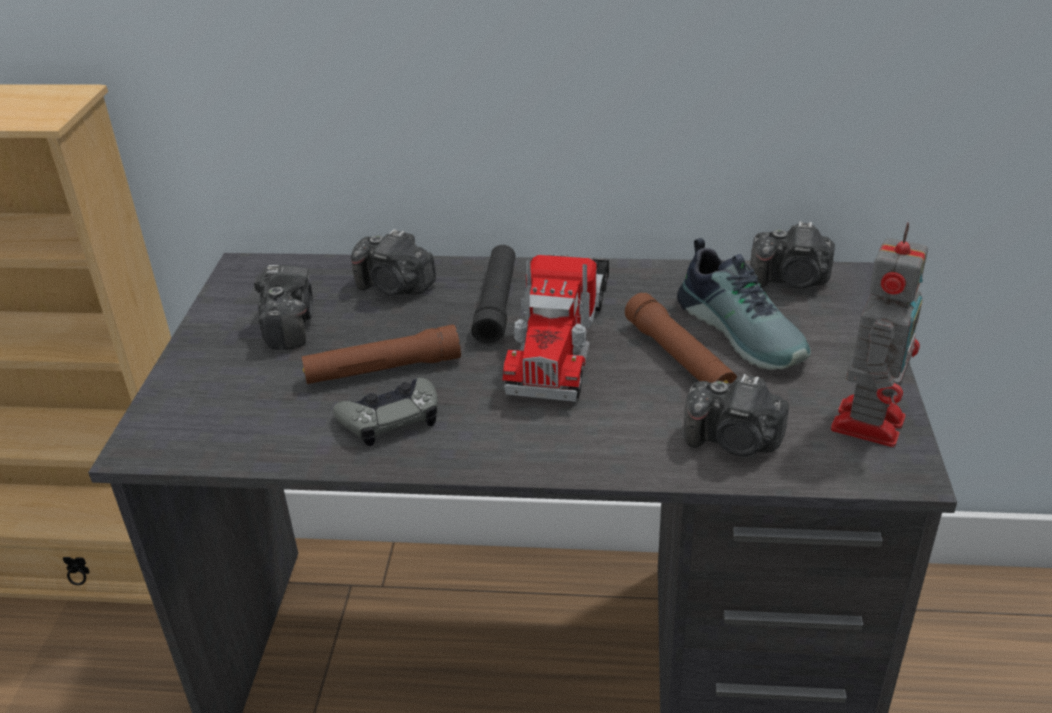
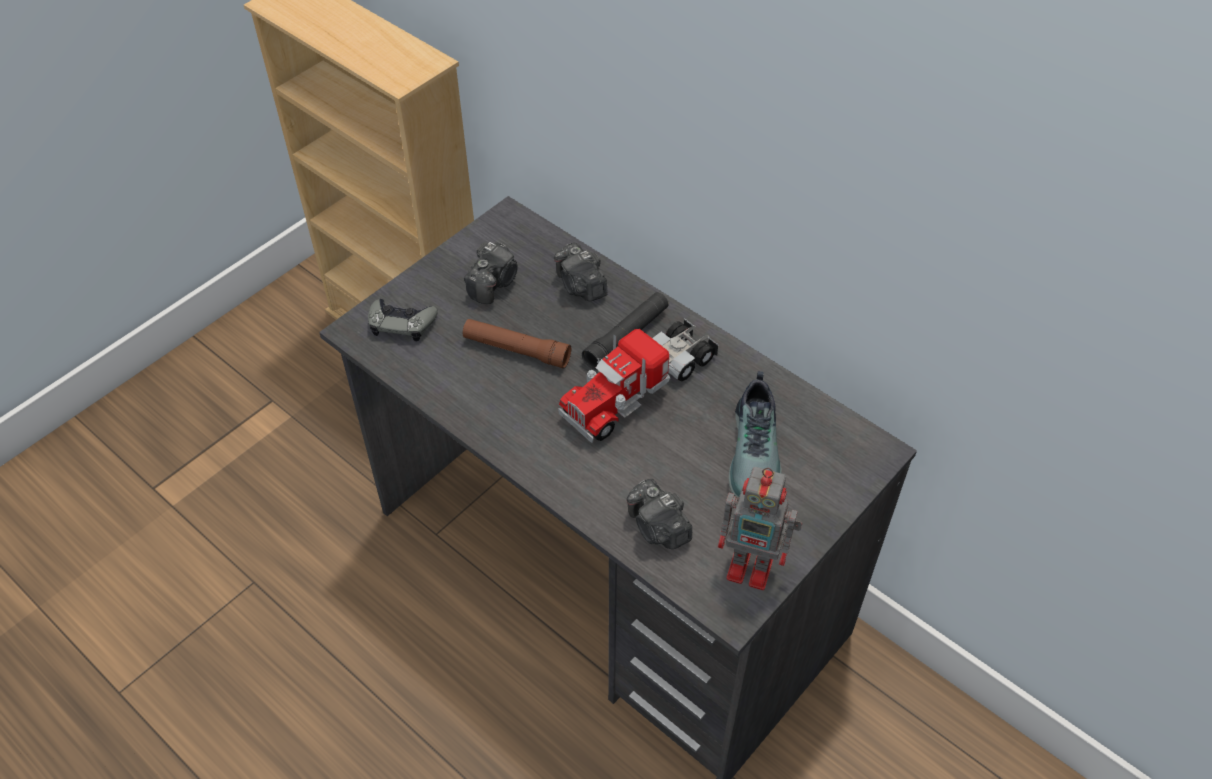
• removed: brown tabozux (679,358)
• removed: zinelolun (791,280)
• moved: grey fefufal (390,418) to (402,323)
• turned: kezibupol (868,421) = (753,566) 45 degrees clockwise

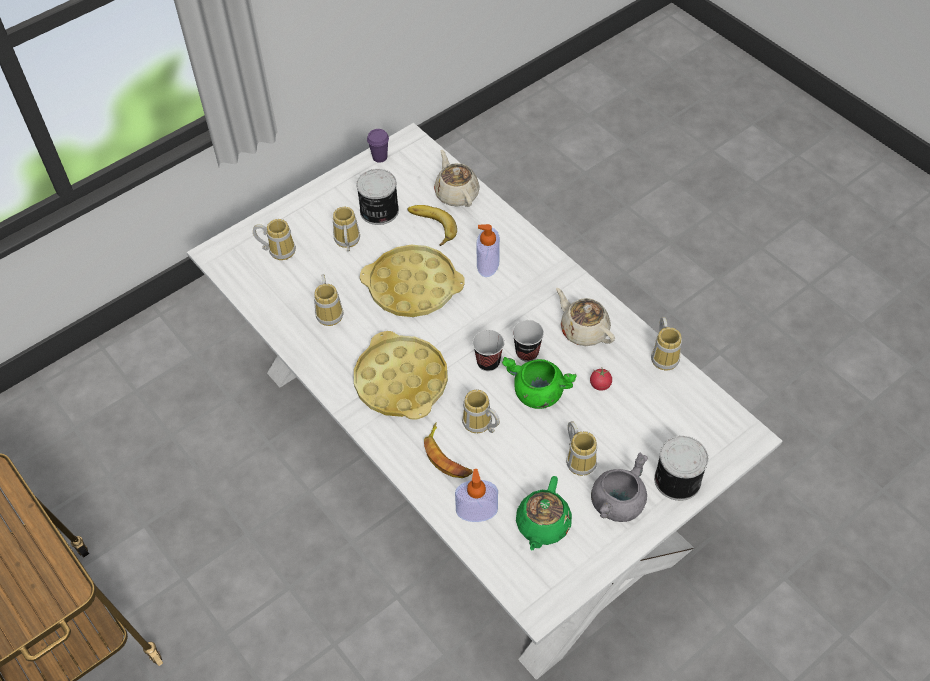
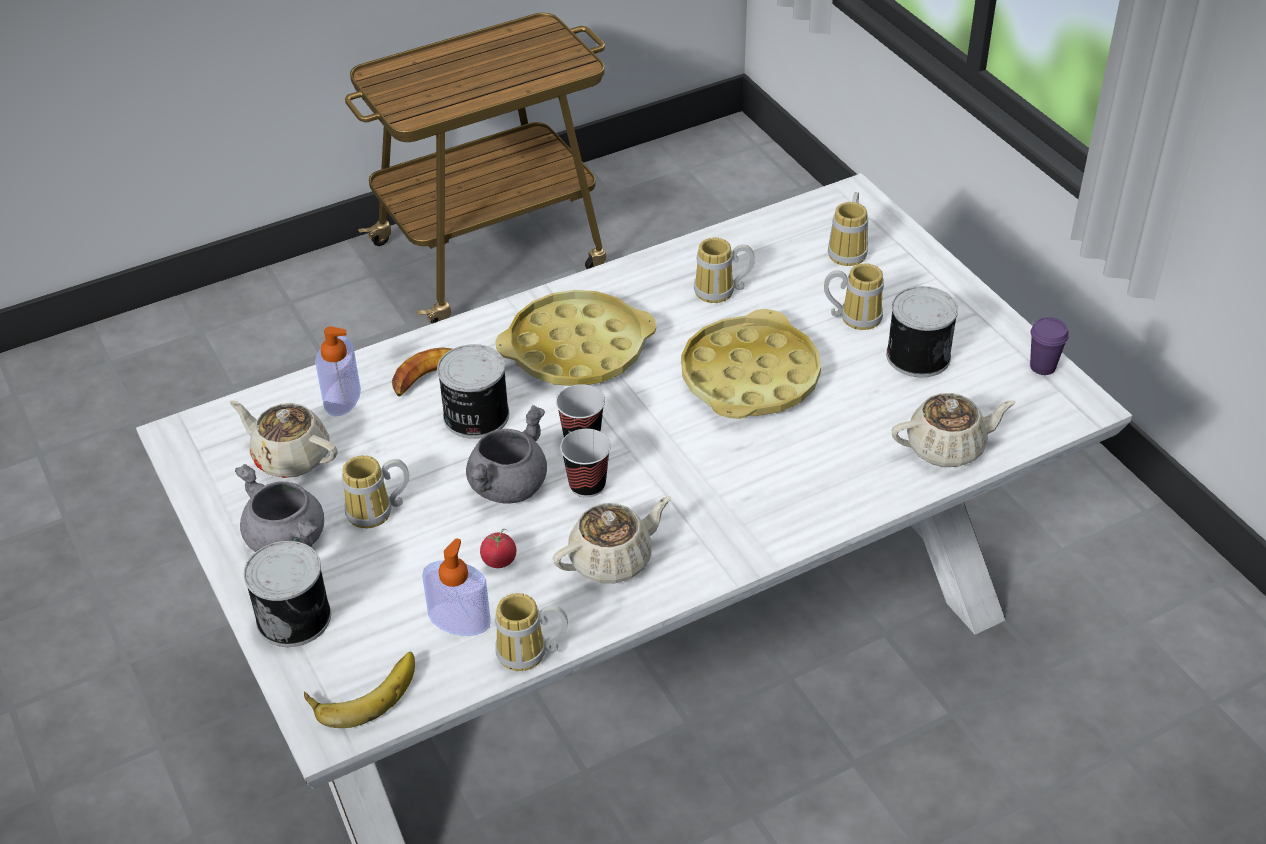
• moved: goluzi (430,227) to (363,690)
• moved: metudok (488,264) to (459,619)
• replaced: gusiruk (479,425) to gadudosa (475,416)
• recoloured: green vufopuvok (537,393) to grey vufopuvok (508,485)
• recoloured: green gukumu (542,525) to beige gukumu (290,457)

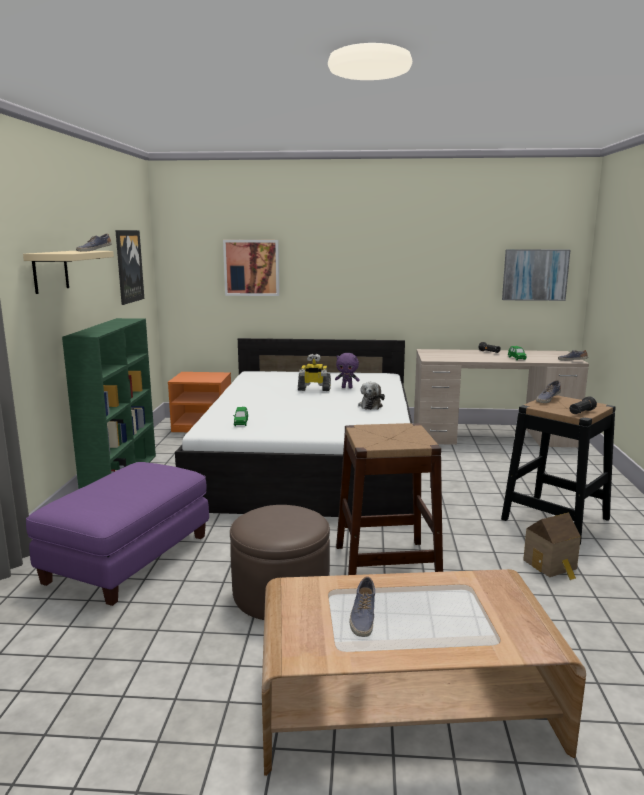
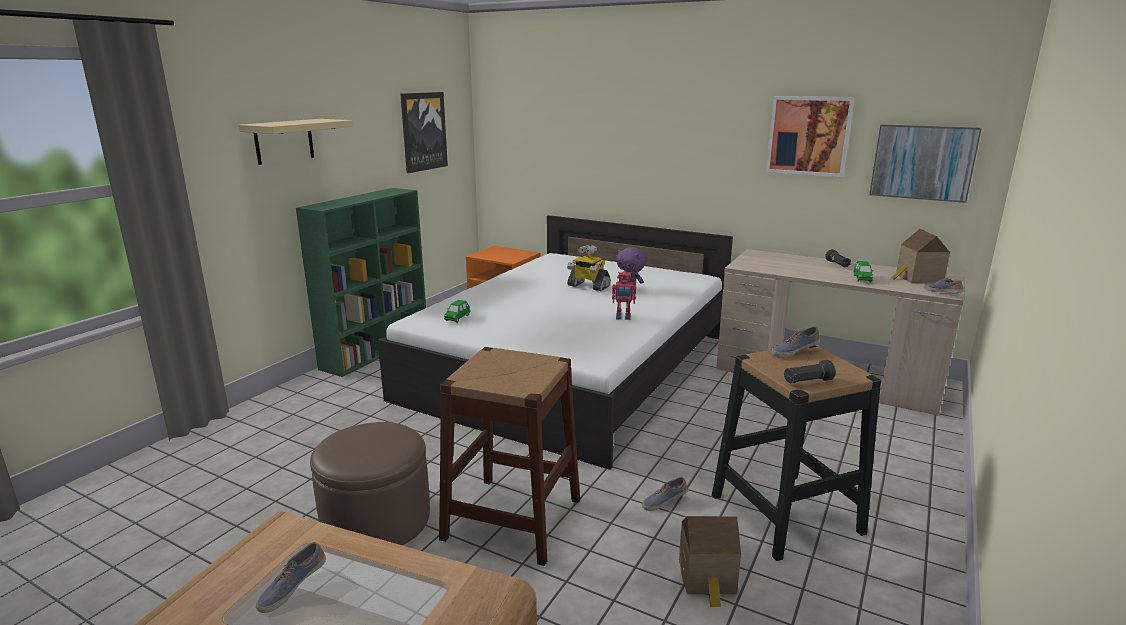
• removed: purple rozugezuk (129,558)
• added: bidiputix (917,279)
• moved: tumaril (94,251) to (663,501)
• moved: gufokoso (251,267) to (808,136)
• replaced: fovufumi (370,405) to kezibupol (623,317)

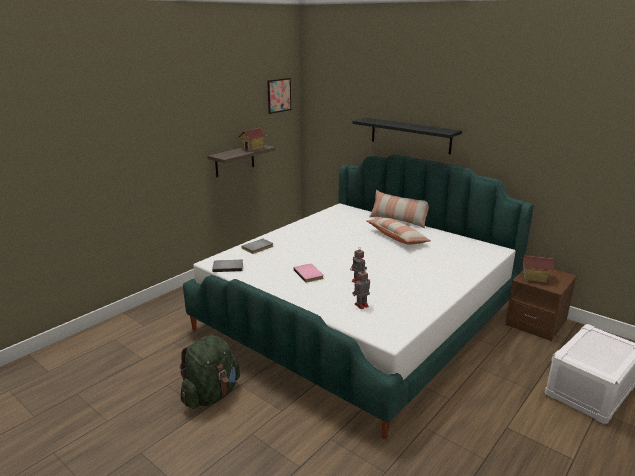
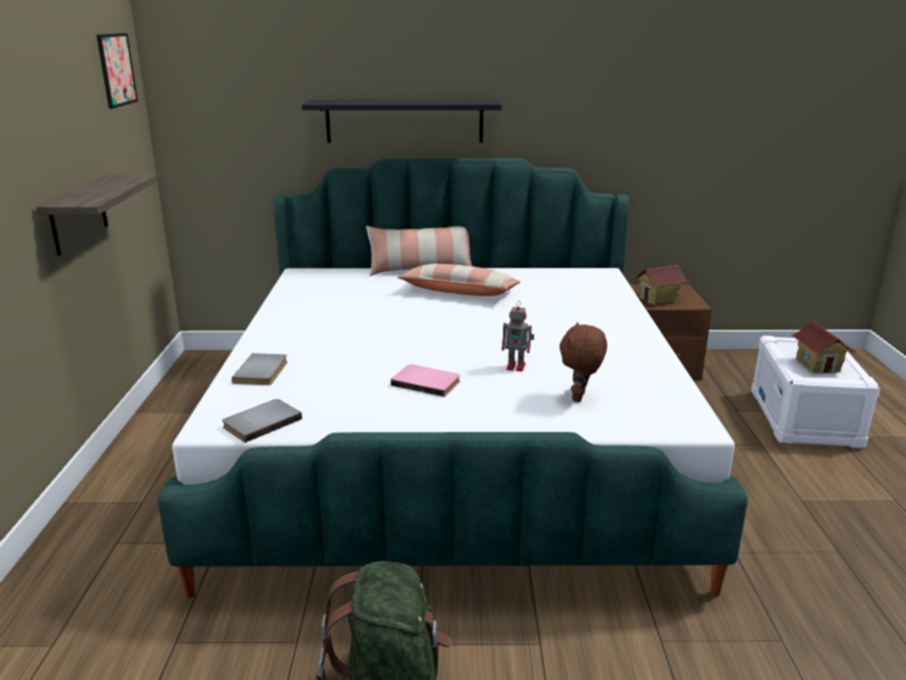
• moved: bidiputix (252,148) to (818,365)
• replaced: kezibupol (360,305) to brown fovufumi (580,397)

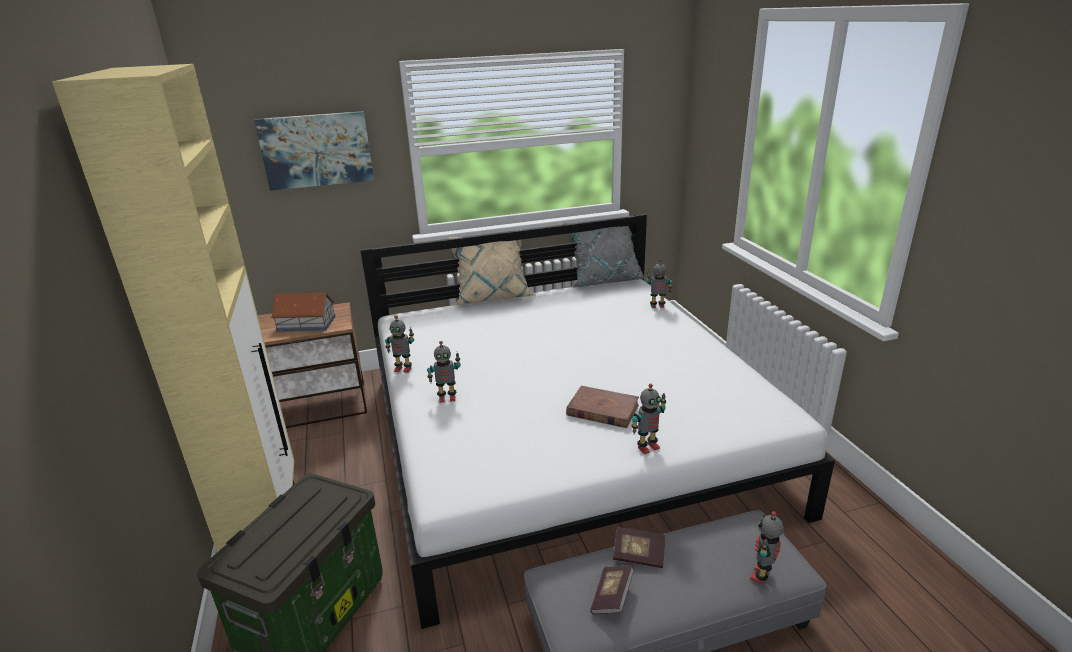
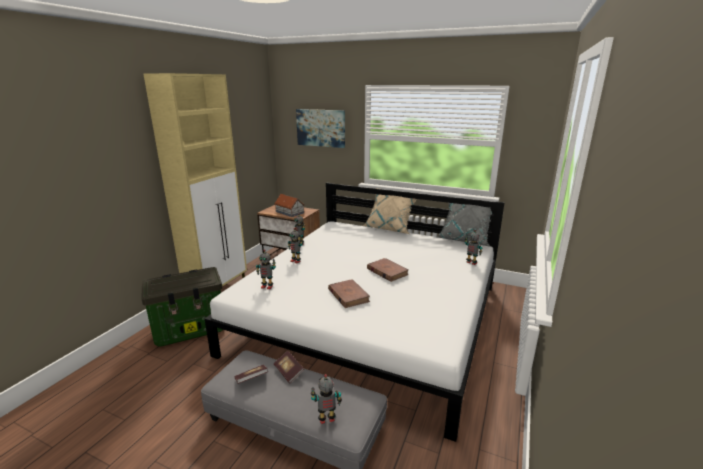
• added: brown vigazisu (387,271)
• moved: kezibupol (647,447) to (267,286)

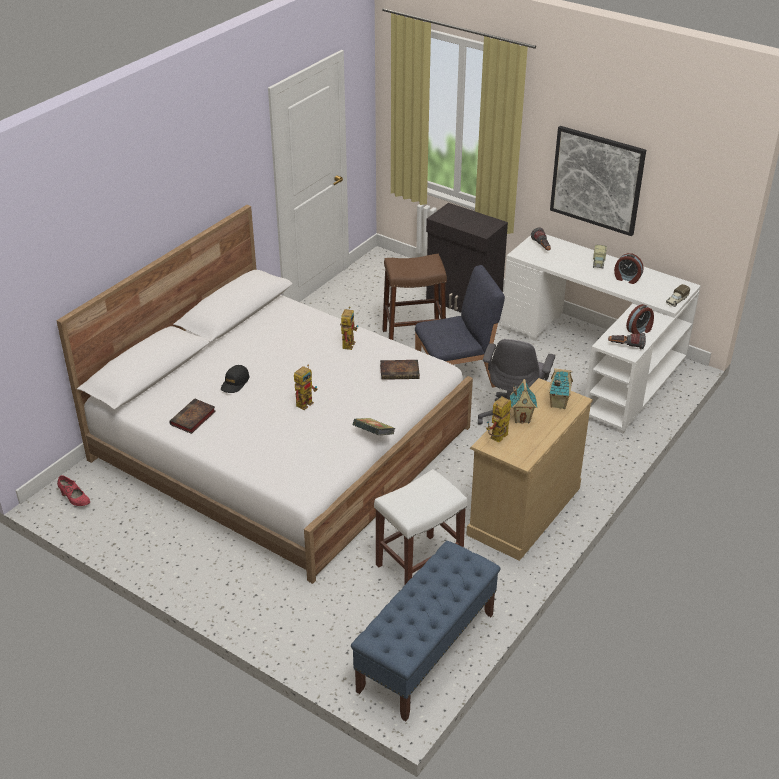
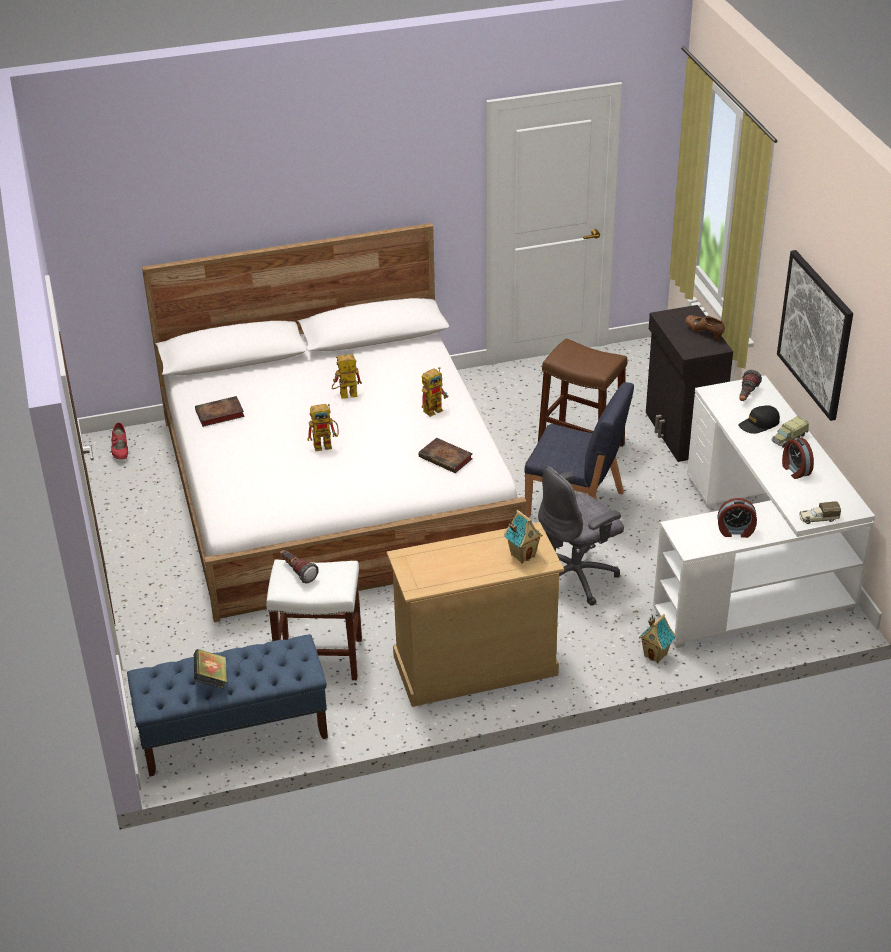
• added: brown tumaril (704,333)
• moved: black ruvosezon (235,383) to (759,424)
• moved: vigazisu (374,435) to (211,679)
• moved: kezibupol (498,439) to (344,396)
• moved: bidiputix (522,418) to (656,655)
• moved: tabozux (625,346) to (297,572)

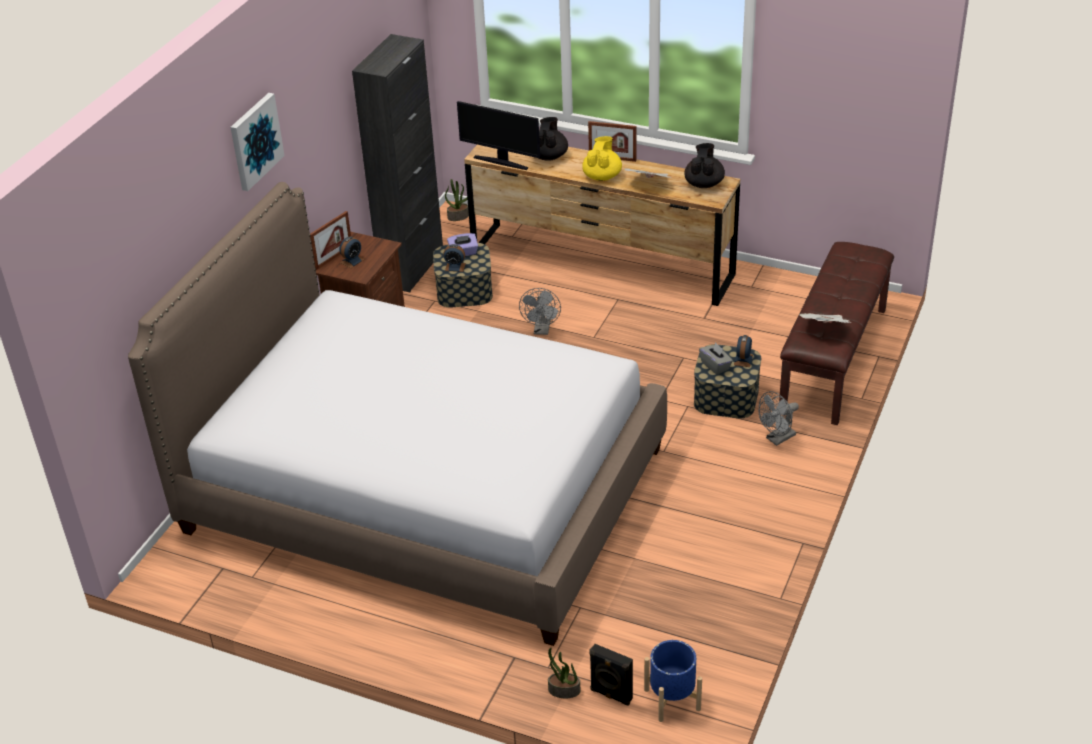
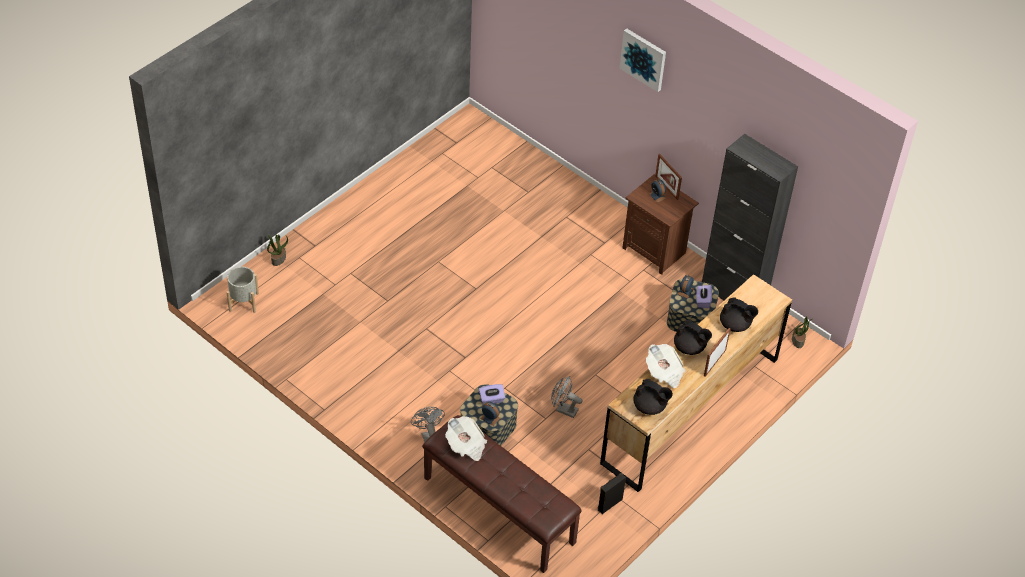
• removed: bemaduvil (424,490)
• removed: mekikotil (501,162)
• moved: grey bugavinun (542,330) to (563,409)
• moved: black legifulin (610,695) to (609,504)
• recoloured: yellow gukumu (602,176) to black gukumu (690,348)
• recoloured: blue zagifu (672,699) to grey zagifu (244,301)
• recoloured: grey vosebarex (715,366) to purple vosebarex (491,399)

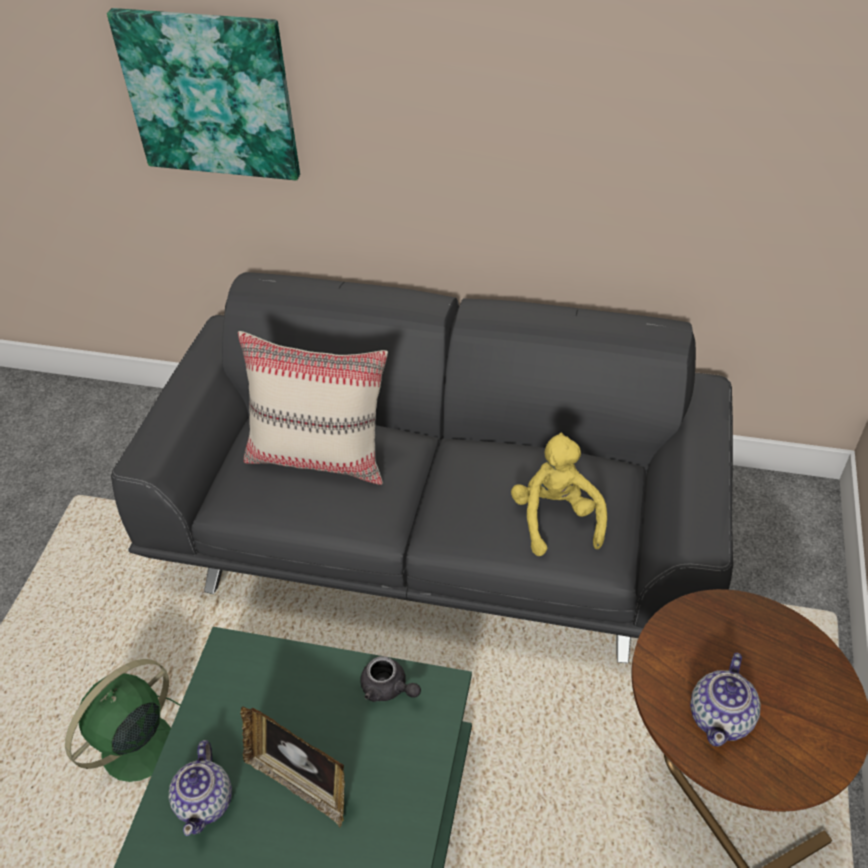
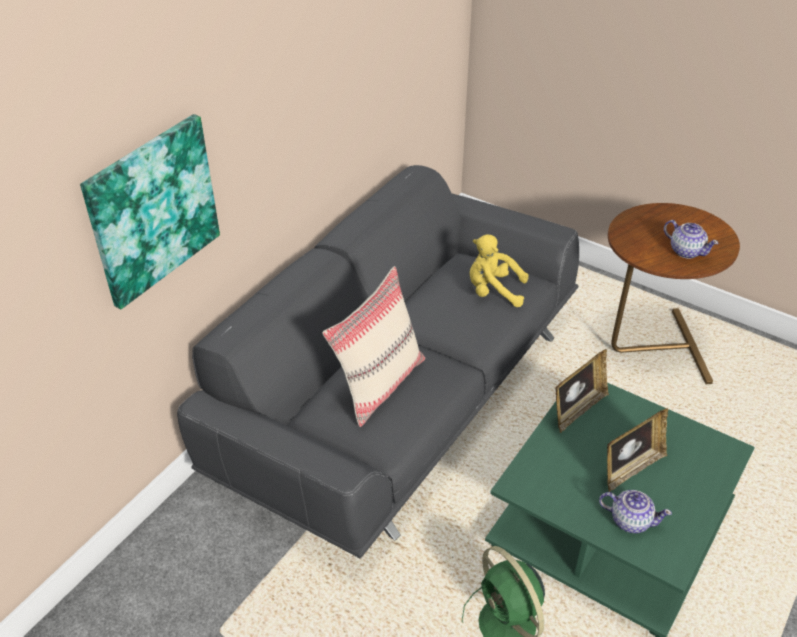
• replaced: grey gukumu (388,688) to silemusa (577,409)

